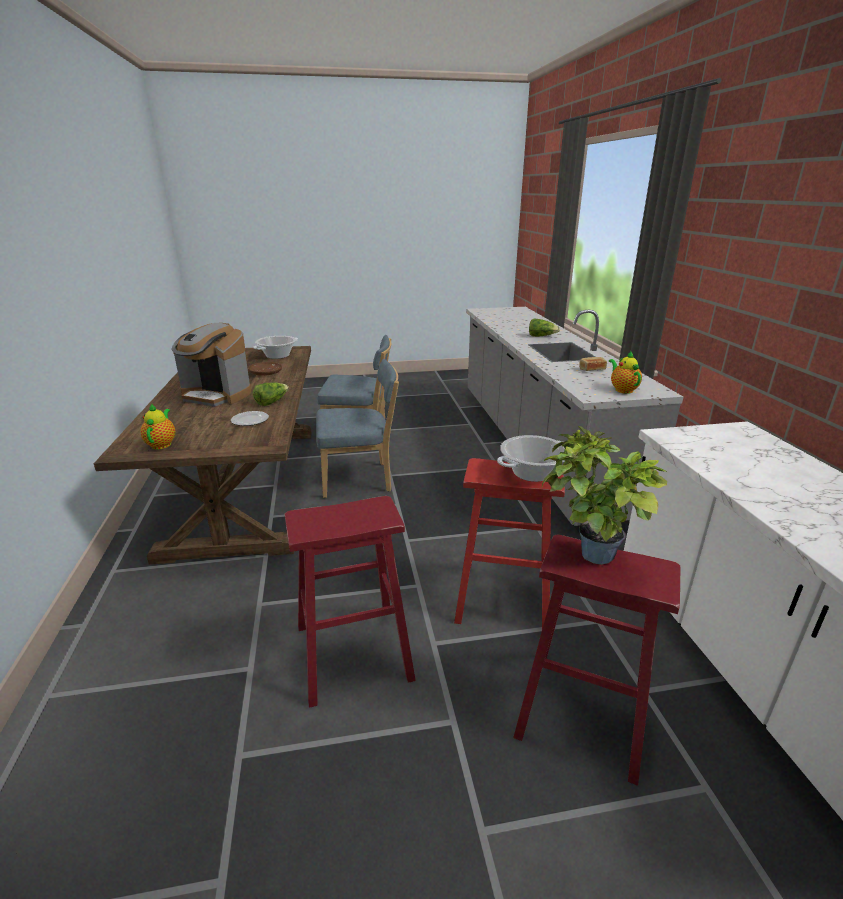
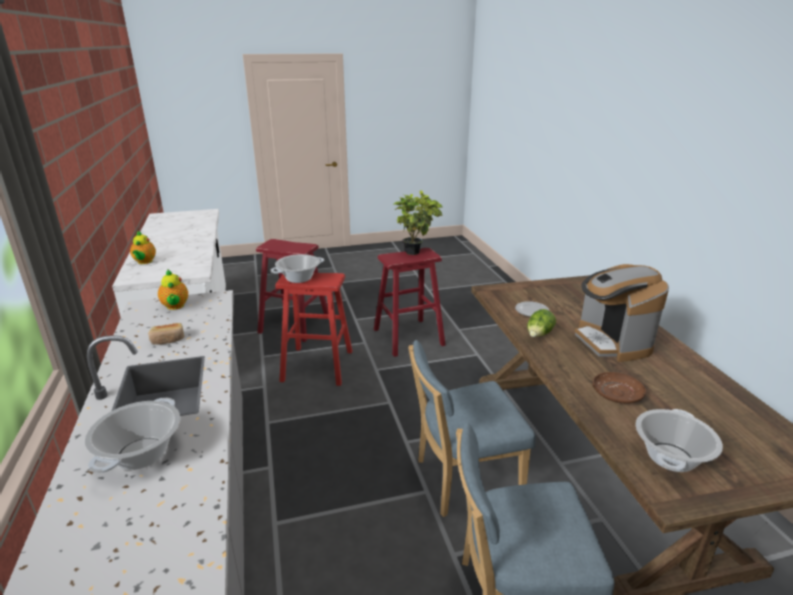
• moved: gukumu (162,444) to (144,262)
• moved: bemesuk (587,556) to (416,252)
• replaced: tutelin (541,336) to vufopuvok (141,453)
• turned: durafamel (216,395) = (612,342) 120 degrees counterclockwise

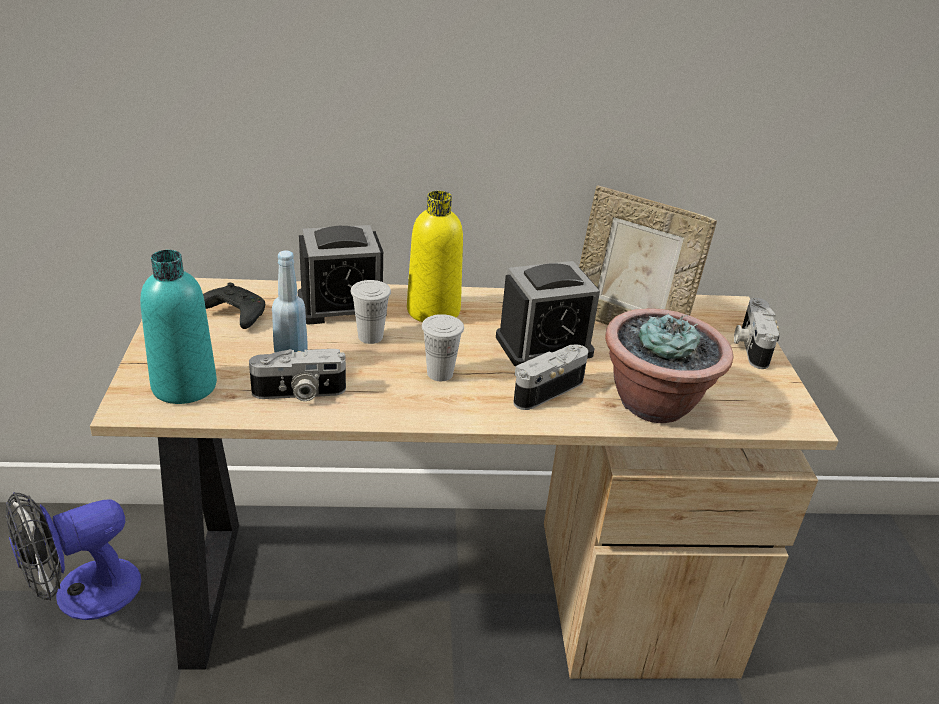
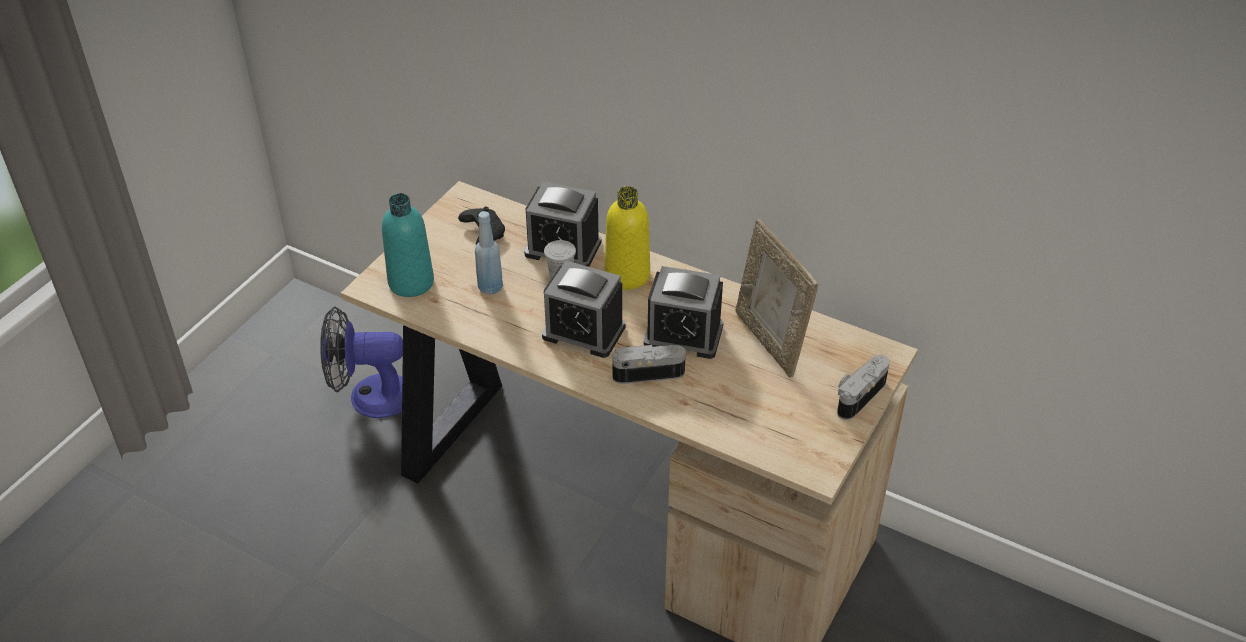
• removed: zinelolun (299,393)
• removed: bemesuk (654,403)
• replaced: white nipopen (440,373) to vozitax (583,332)

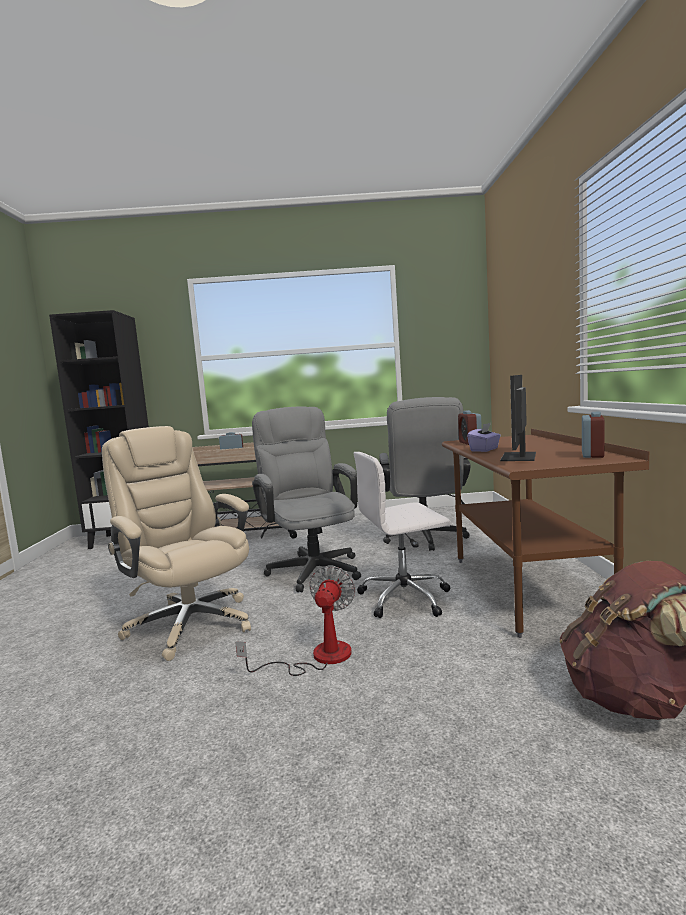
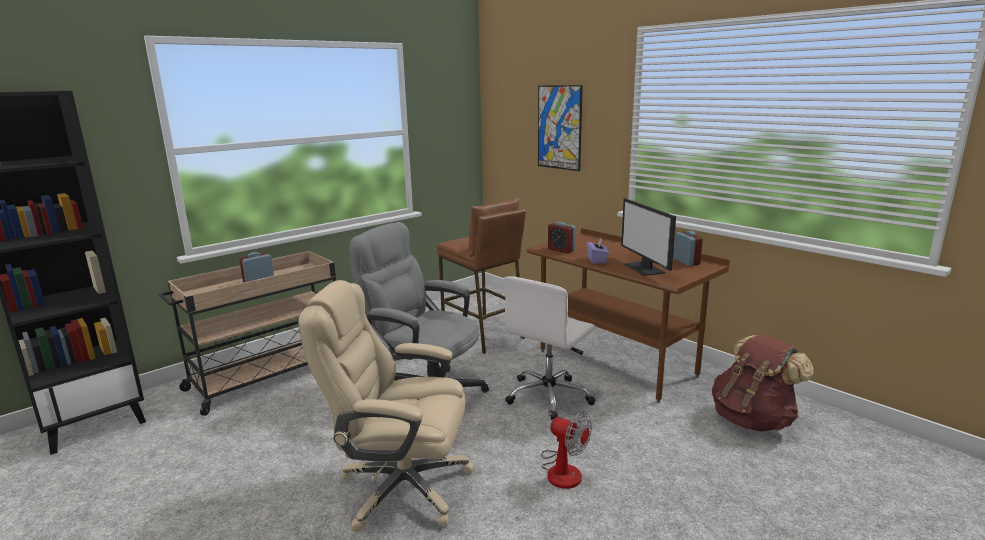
• added: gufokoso (559,127)
• replaced: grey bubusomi (425,539) to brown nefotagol (483,335)
• turned: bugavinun (318,657) = (562,468) 150 degrees clockwise

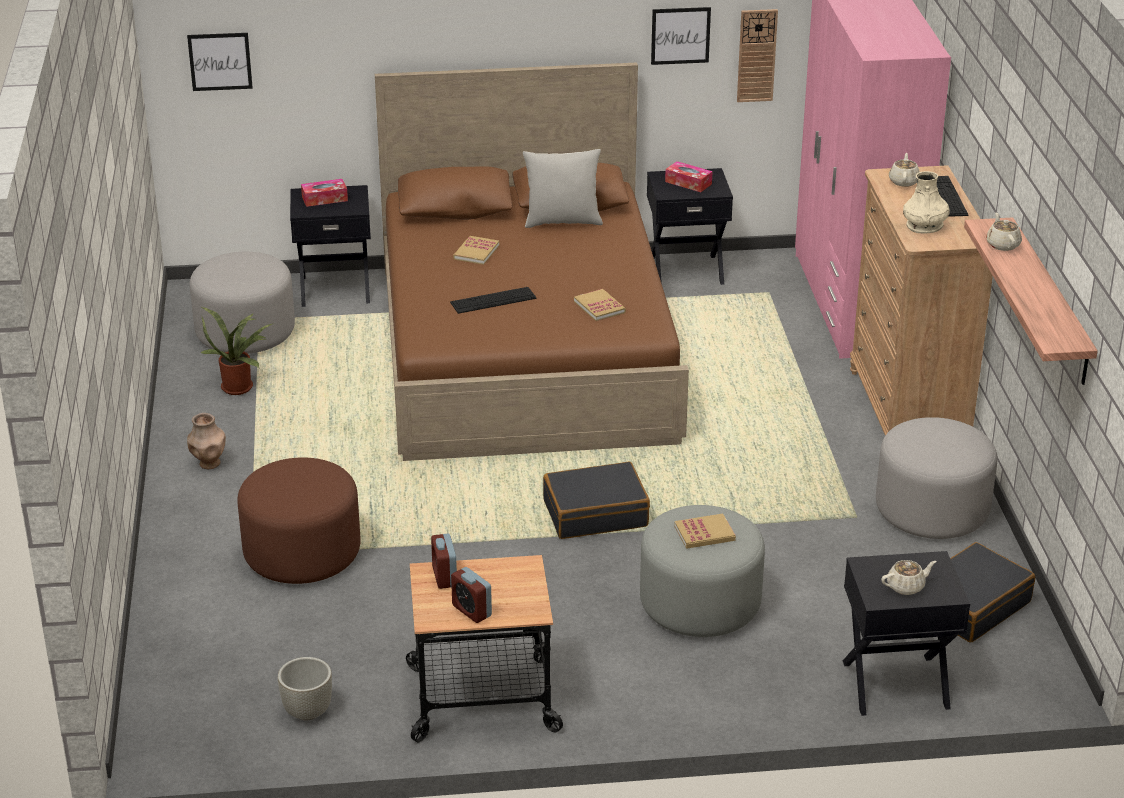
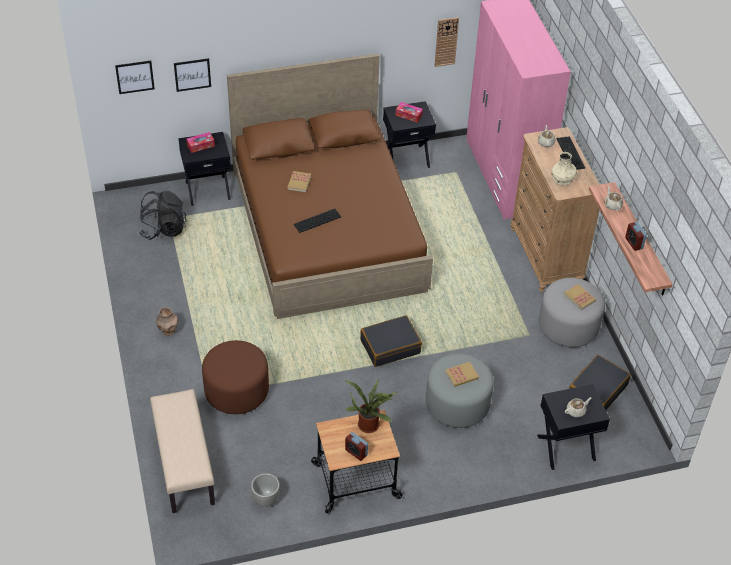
• removed: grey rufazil (562,221)
• added: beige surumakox (183,463)
• moved: bemesuk (240,386) to (369,423)
• moved: vozitax (444,577) to (634,243)
• moved: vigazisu (599,307) to (579,298)
• moved: gufokoso (680,35) to (192,74)
• replaced: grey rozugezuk (245,332) to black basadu (163,229)

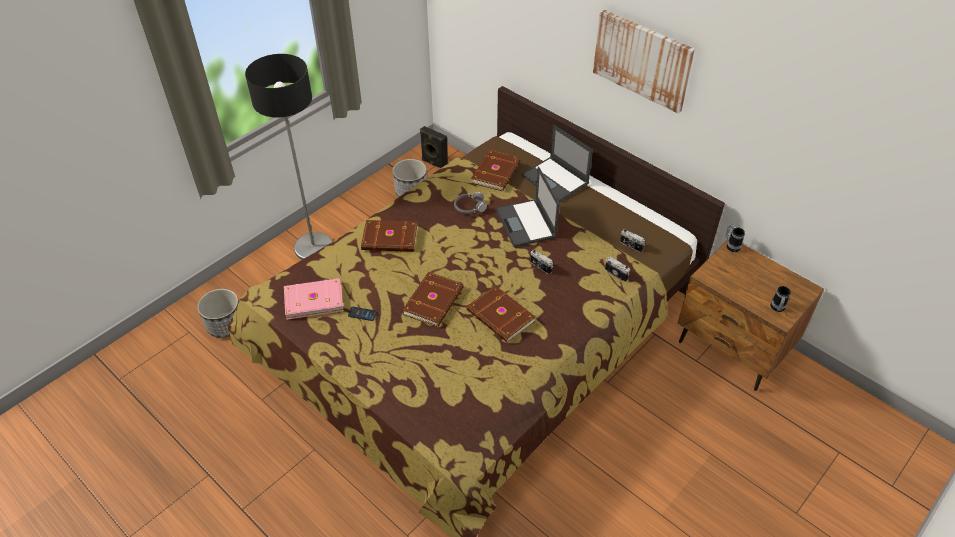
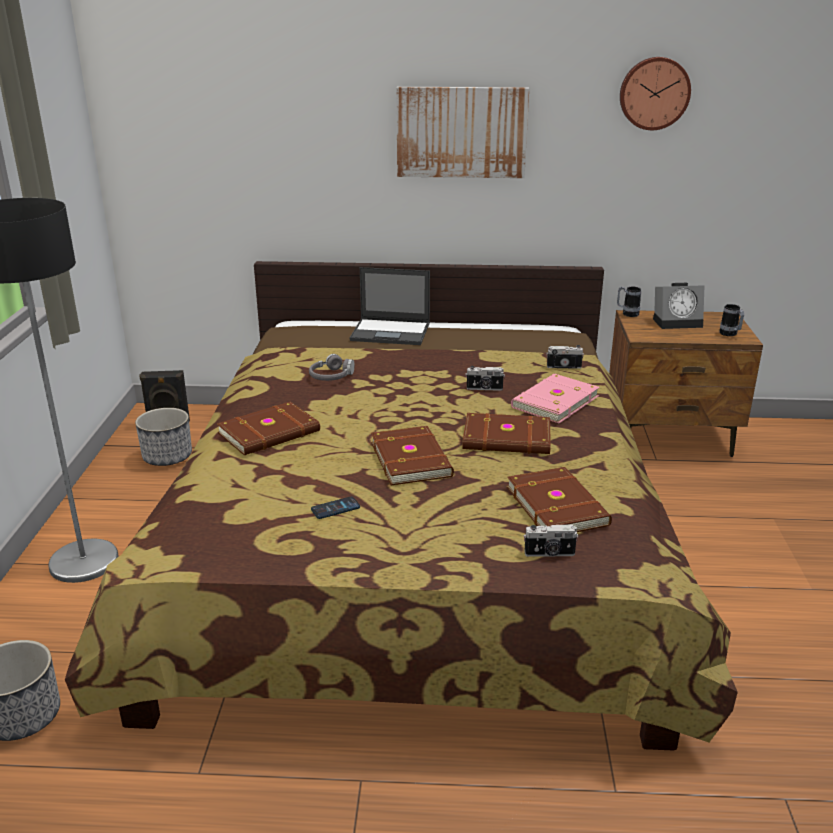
• removed: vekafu (526,224)
• added: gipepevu (654,93)
• added: vozitax (678,322)
• moved: pink vigazisu (313,299) to (553,401)
• moved: brown vigazisu (497,172) to (558,505)
• moved: zinelolun (630,246) to (549,554)

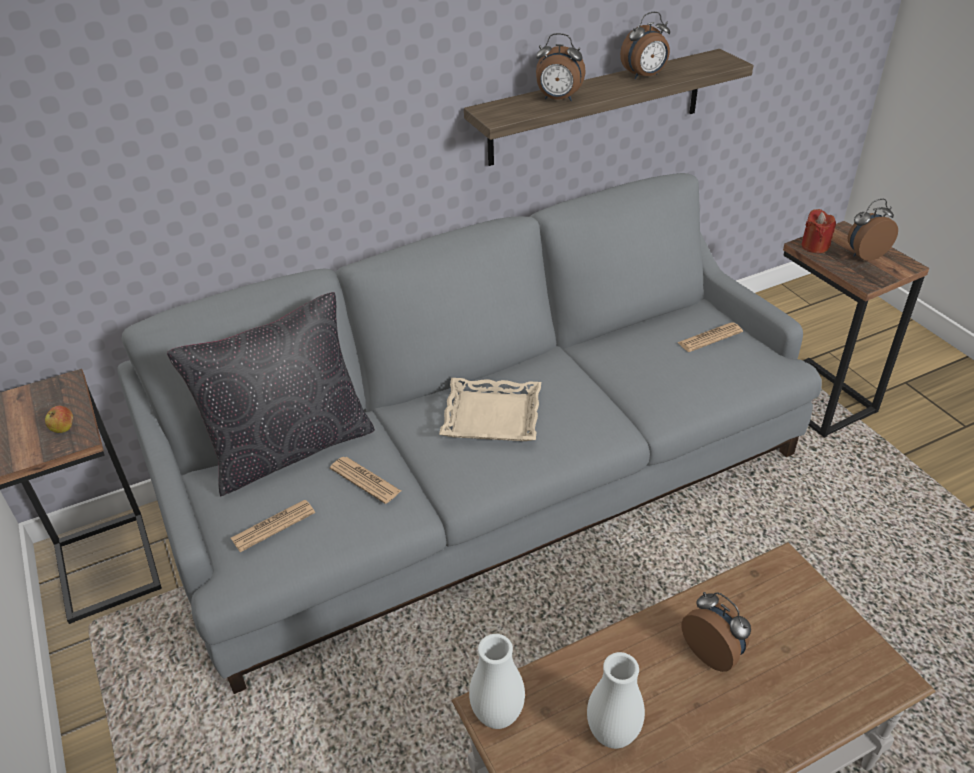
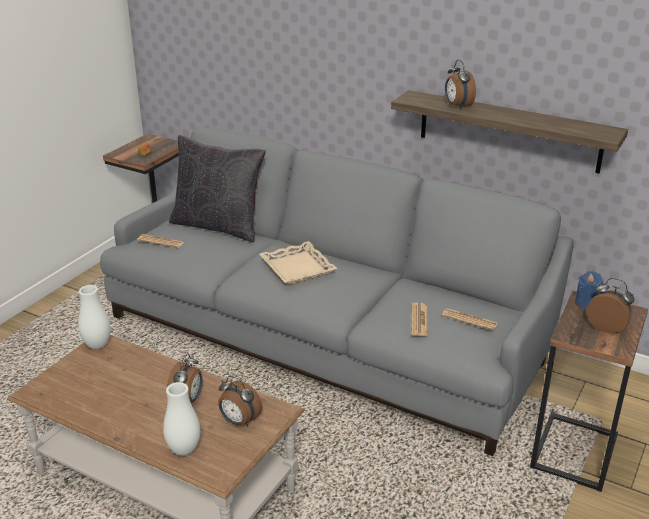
• moved: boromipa (365,480) to (419,320)
• moved: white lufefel (612,734) to (184,450)
• moved: vozitax (645,76) to (239,421)
• recoloured: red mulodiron (814,246) to blue mulodiron (586,303)

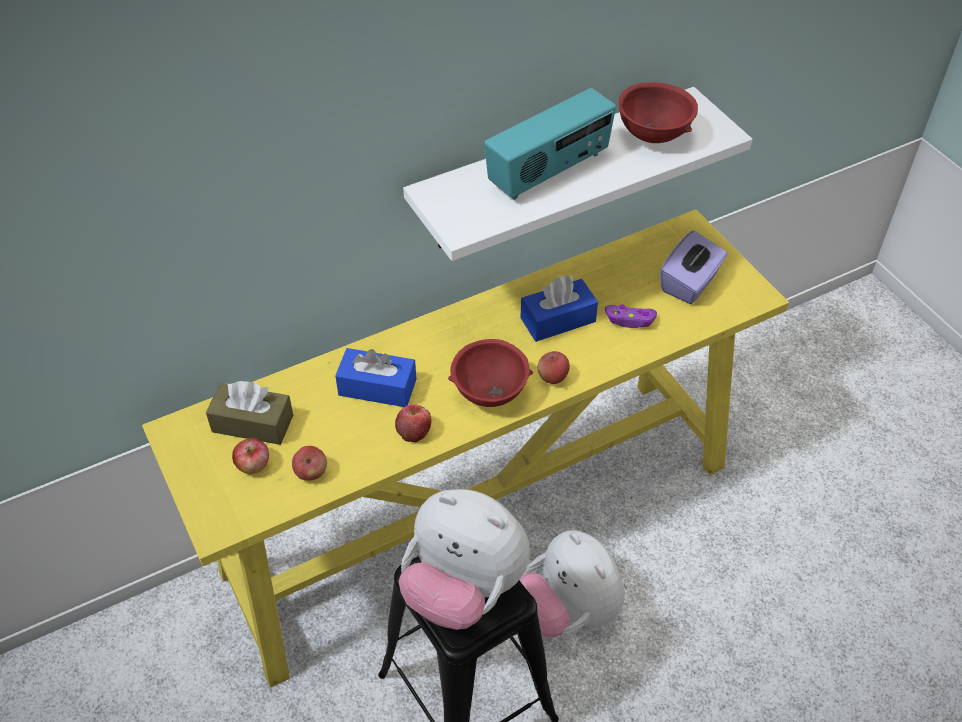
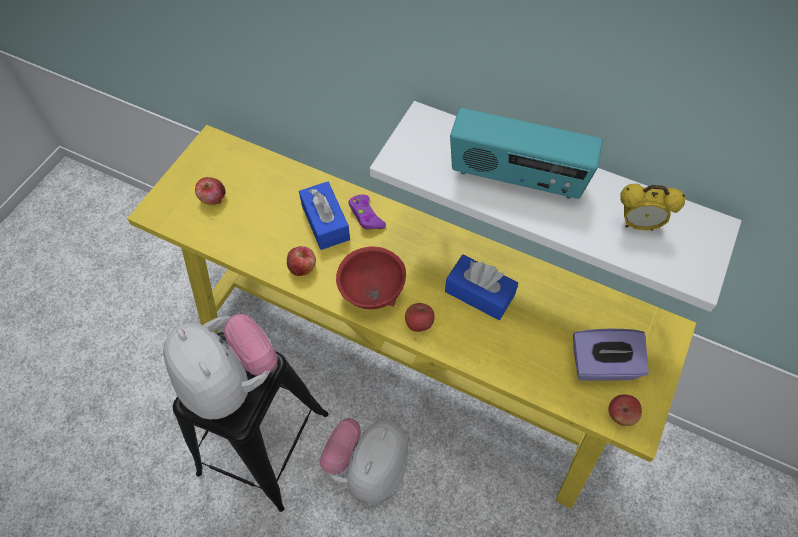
• removed: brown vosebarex (252,423)
• moved: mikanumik (311,473) to (621,415)
• moved: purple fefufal (630,320) to (366,216)
• replaced: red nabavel (653,135) to vozitax (638,224)
• turned: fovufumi (463,588) = (229,382) 150 degrees clockwise

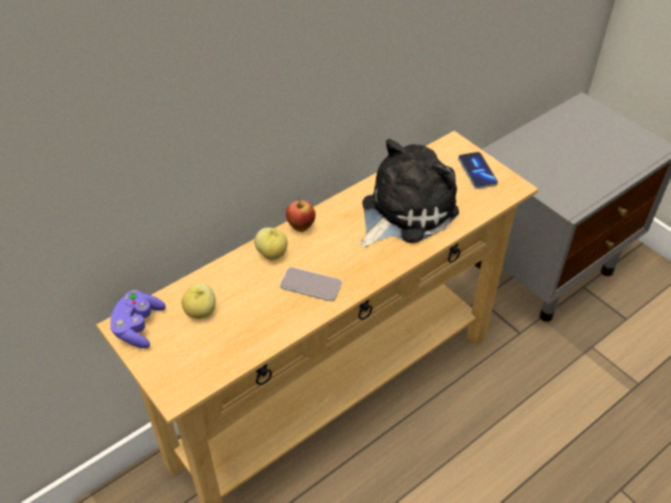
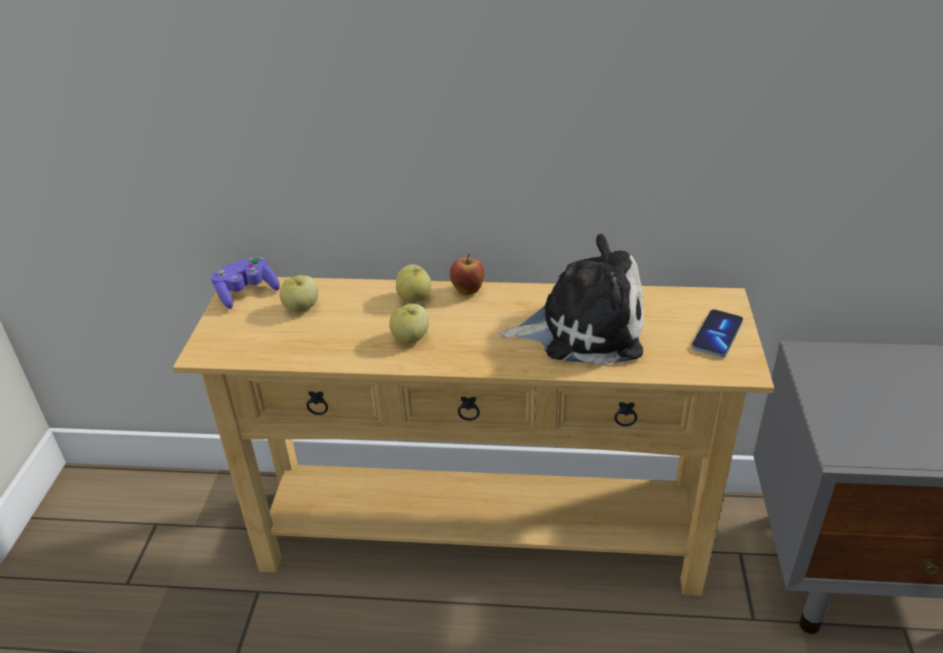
• replaced: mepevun (310,285) to mikanumik (411,339)

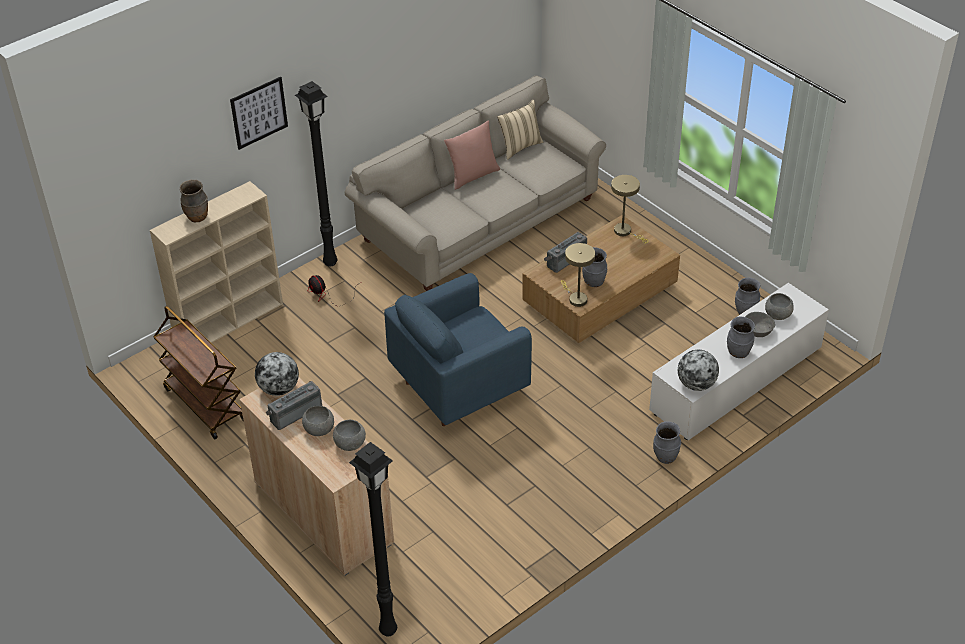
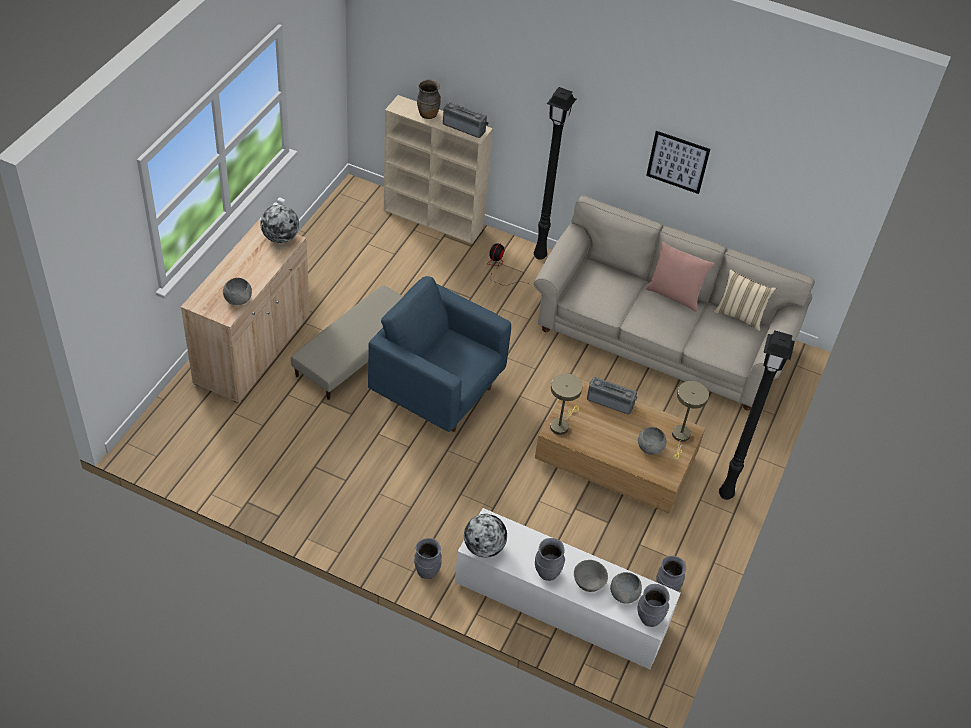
• removed: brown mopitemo (204,404)
• added: beige rozugezuk (356,351)
• moved: gufokoso (259,112) to (677,162)
• moved: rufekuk (294,412) to (465,127)
• moved: grey nabavel (319,429) to (650,447)
• moved: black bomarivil (388,629) to (727,494)
• moved: grey lufefel (594,282) to (649,618)

